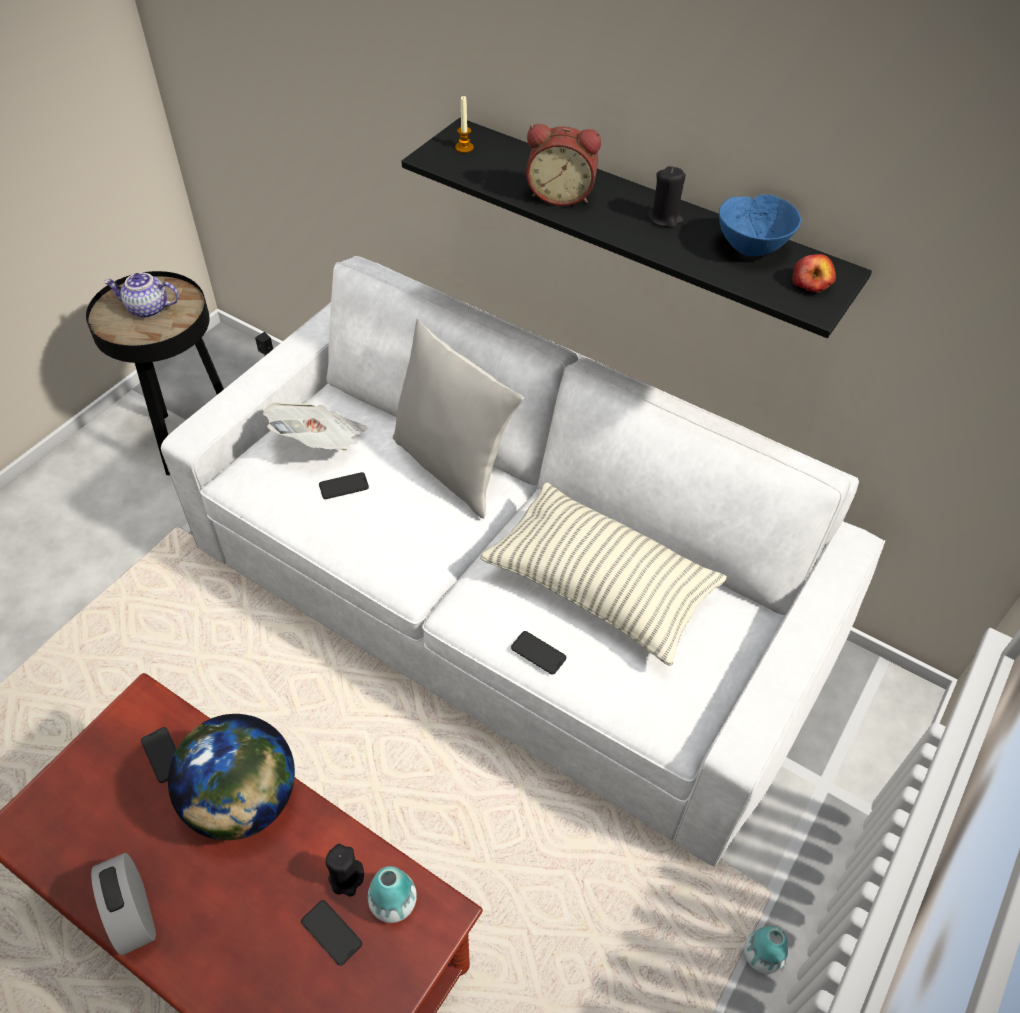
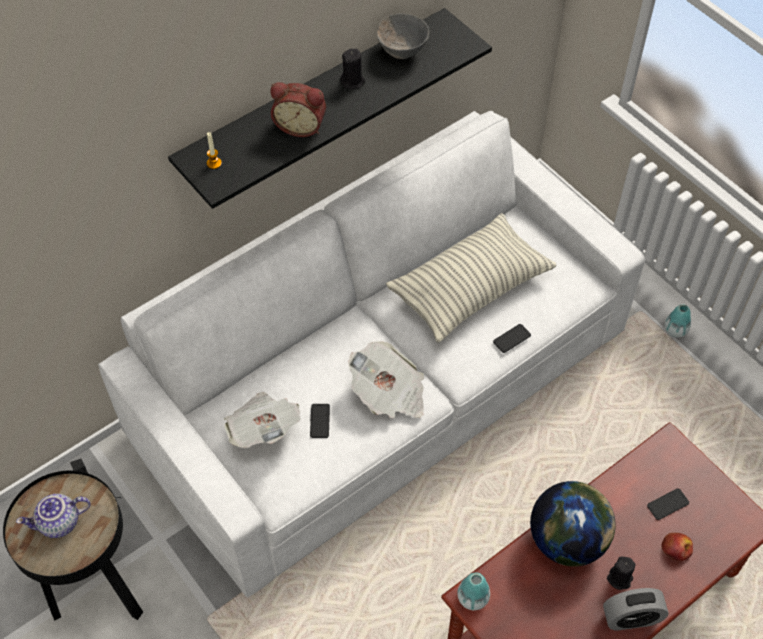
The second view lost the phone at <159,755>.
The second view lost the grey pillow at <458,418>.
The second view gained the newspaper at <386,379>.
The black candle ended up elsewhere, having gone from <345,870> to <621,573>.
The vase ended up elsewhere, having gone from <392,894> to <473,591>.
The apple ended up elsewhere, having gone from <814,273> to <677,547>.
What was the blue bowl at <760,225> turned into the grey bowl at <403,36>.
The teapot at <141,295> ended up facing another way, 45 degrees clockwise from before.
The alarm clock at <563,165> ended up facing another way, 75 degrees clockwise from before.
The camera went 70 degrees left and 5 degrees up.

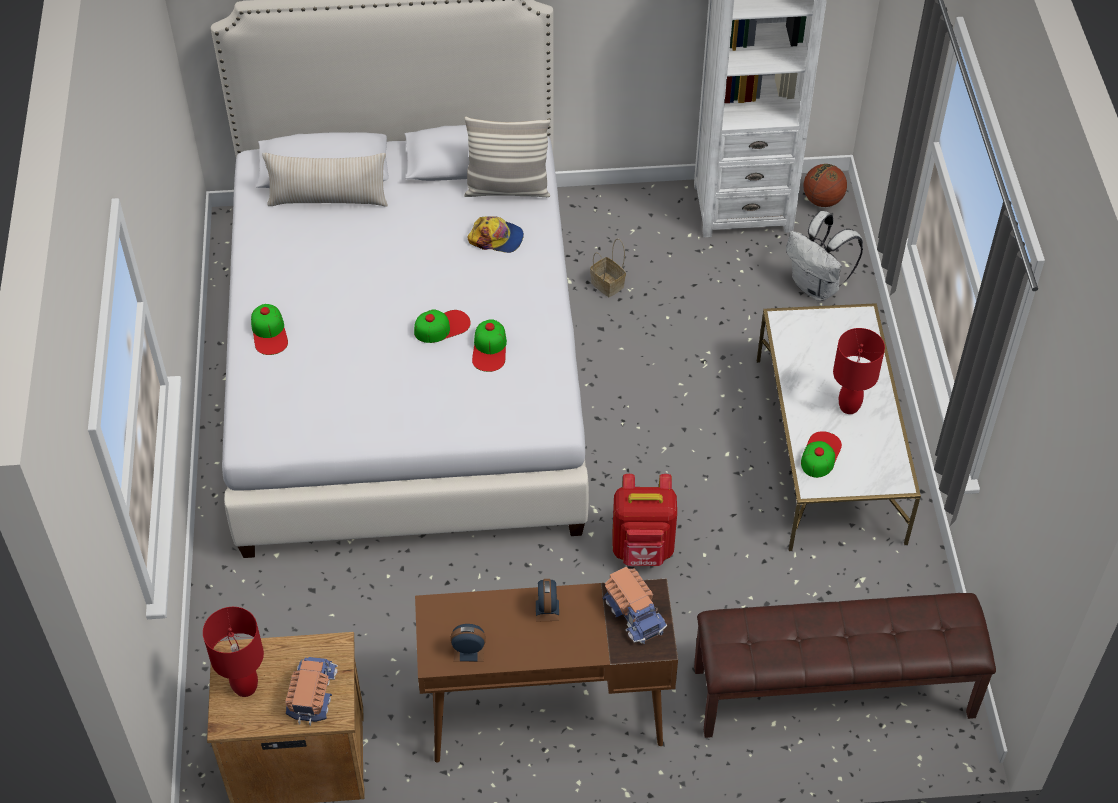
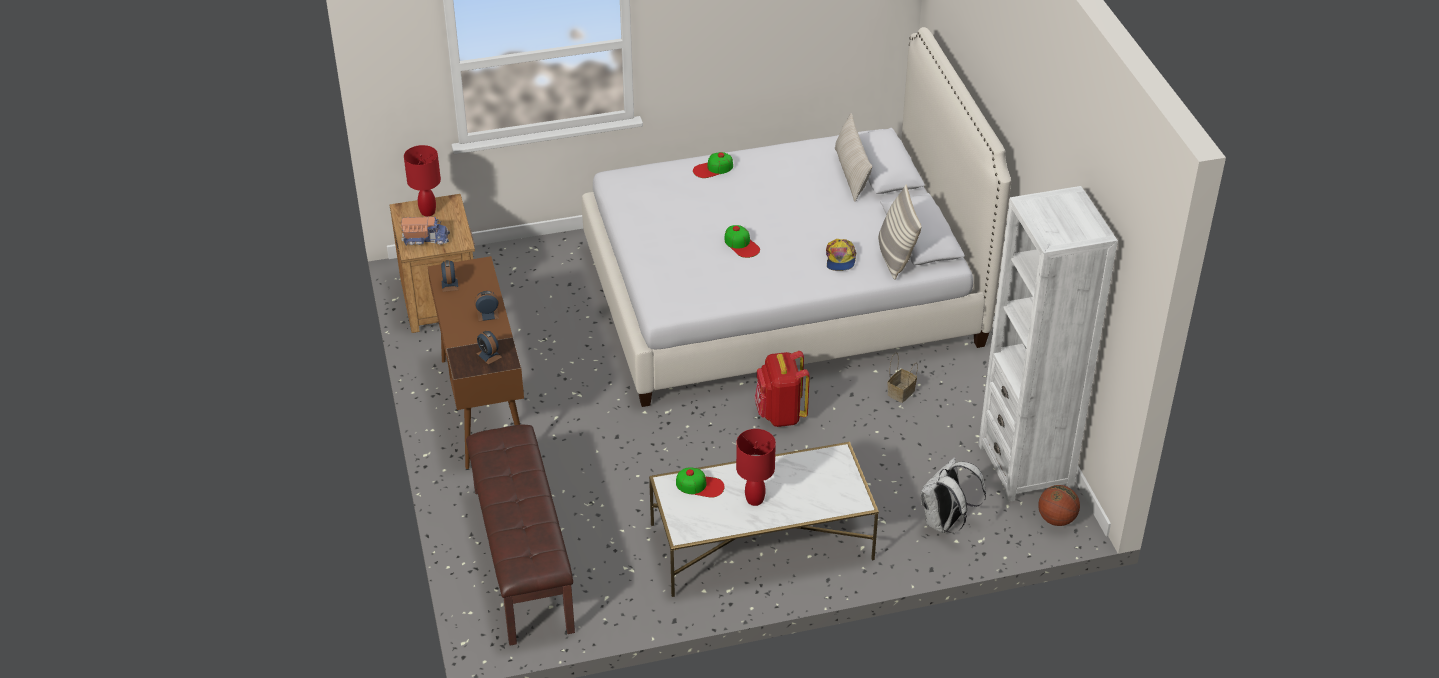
The second view lost the cap at <489,345>.
The red backpack ended up elsewhere, having gone from <644,520> to <782,389>.
Where the toy truck stood at <634,605>, the alarm clock came to stand at <489,348>.
The camera went 80 degrees right and 10 degrees down.

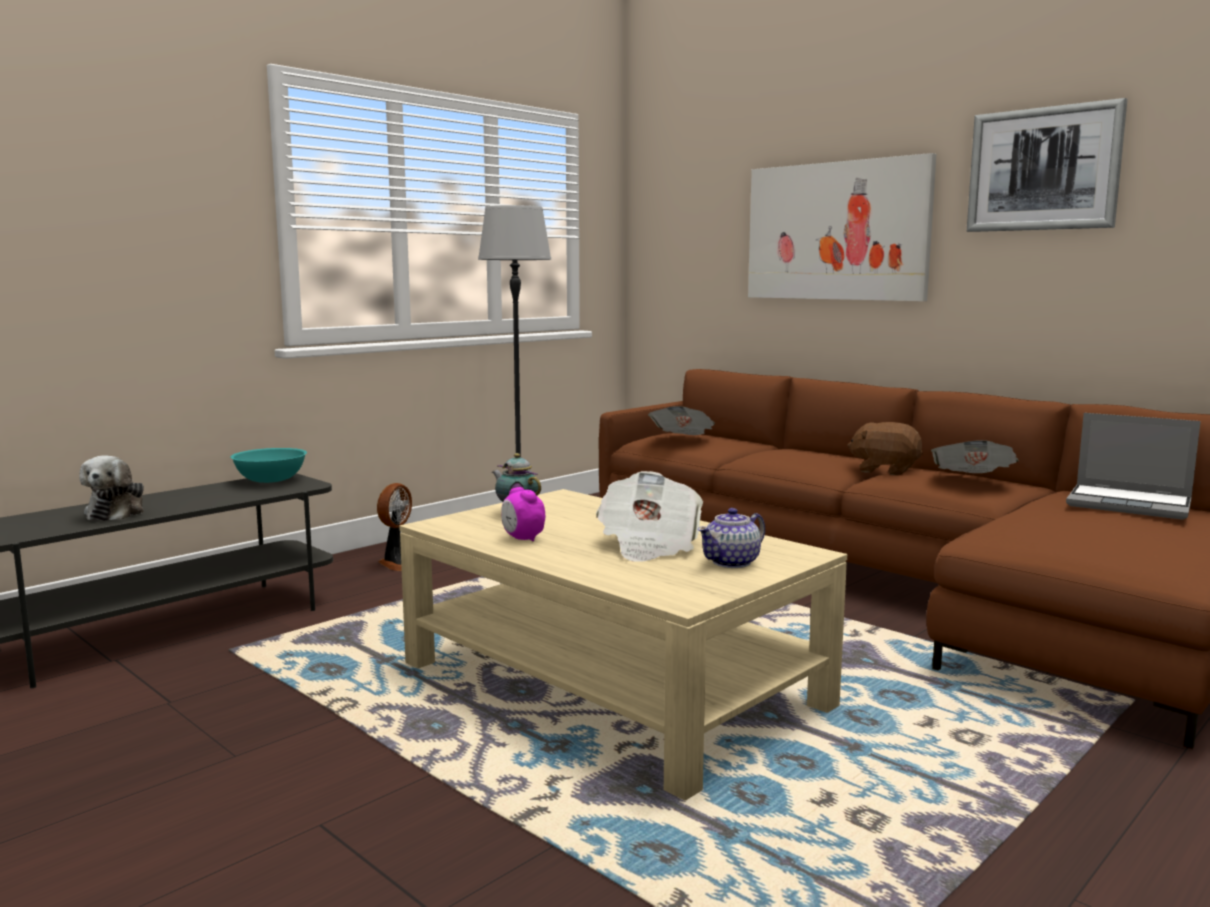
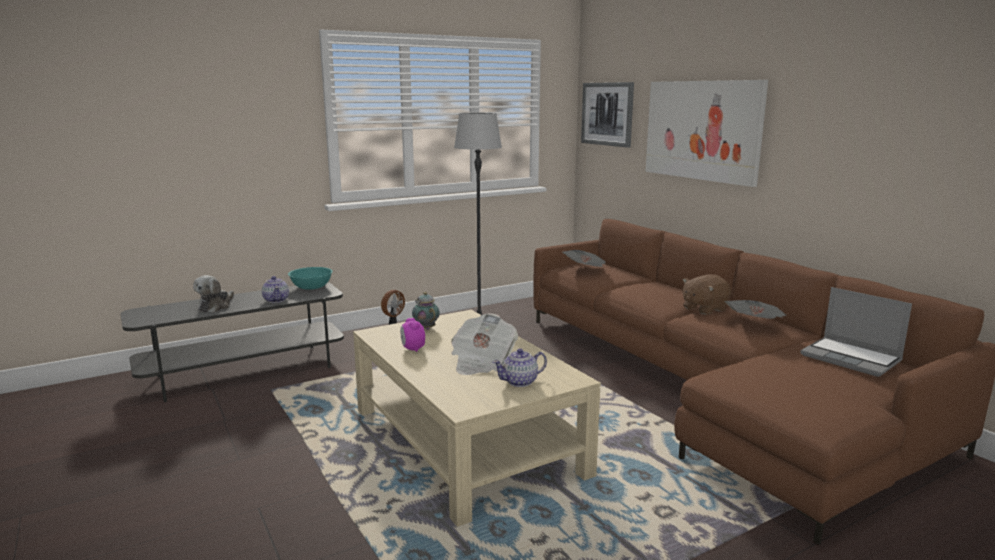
The second view gained the teapot at <275,289>.
The picture ended up elsewhere, having gone from <1047,165> to <607,115>.
The brown plush toy at <885,448> ended up facing another way, 75 degrees counterclockwise from before.
The camera went 15 degrees right and 5 degrees up.

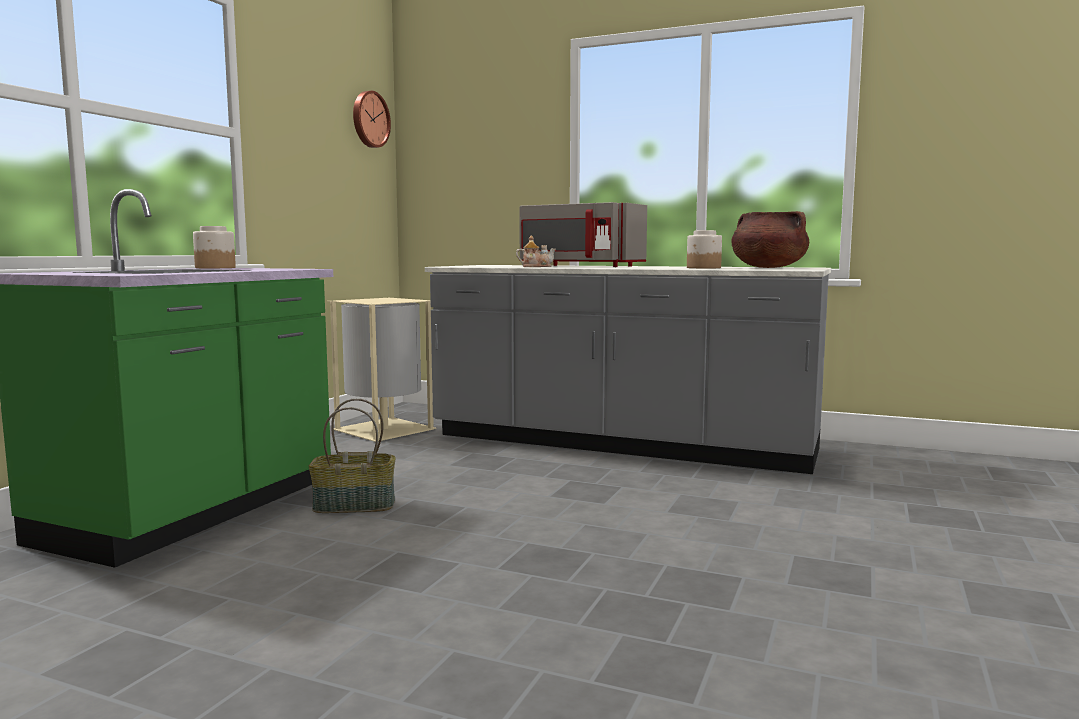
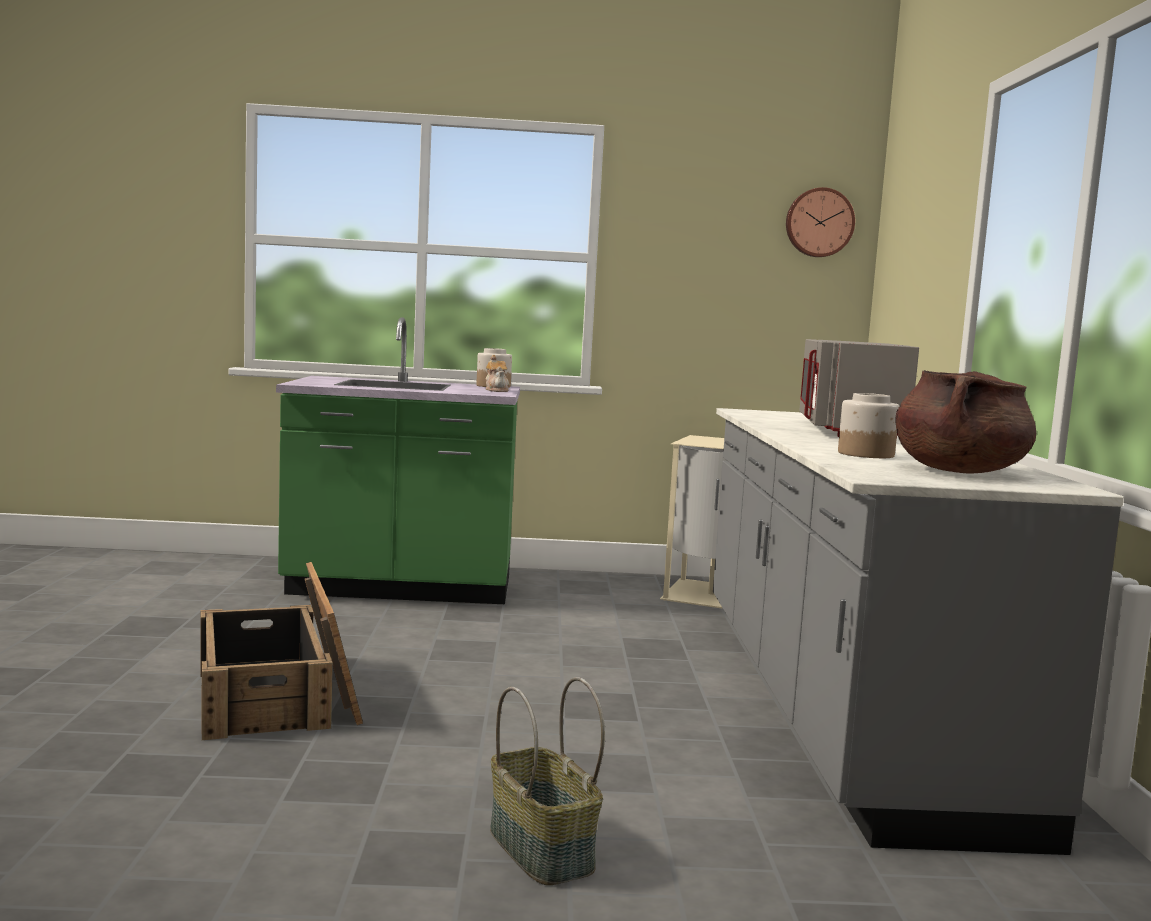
The second view gained the crate at <281,651>.
The basket ended up elsewhere, having gone from <352,455> to <547,781>.
The teapot ended up elsewhere, having gone from <536,251> to <497,373>.
The camera went 65 degrees right and 0 degrees up.

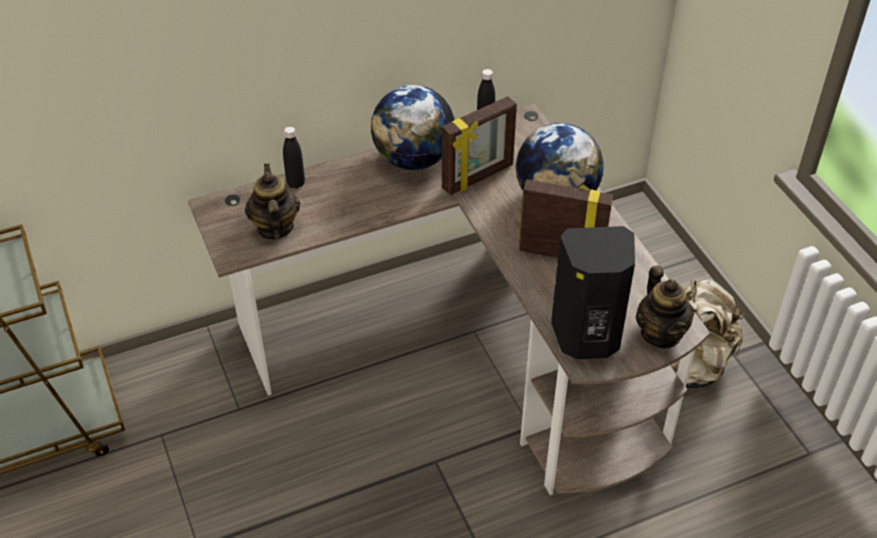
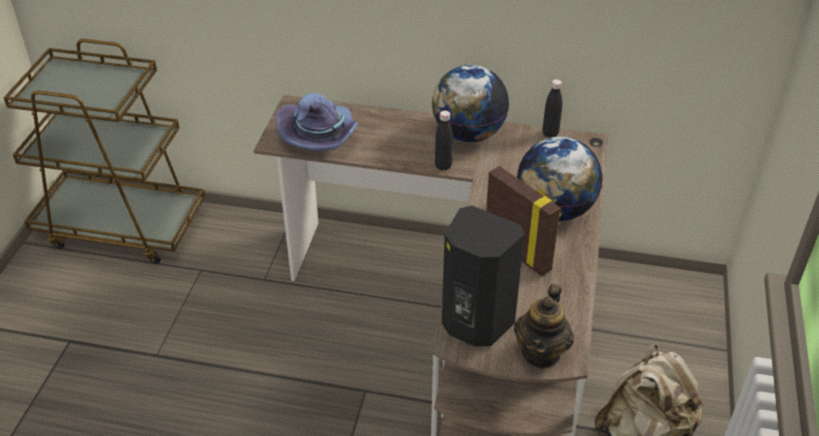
The second view lost the picture frame at <479,145>.
The black bottle ended up elsewhere, having gone from <294,158> to <444,140>.
Where the teapot stood at <272,202>, the purple hat came to stand at <317,122>.
The camera went 35 degrees right and 5 degrees down.

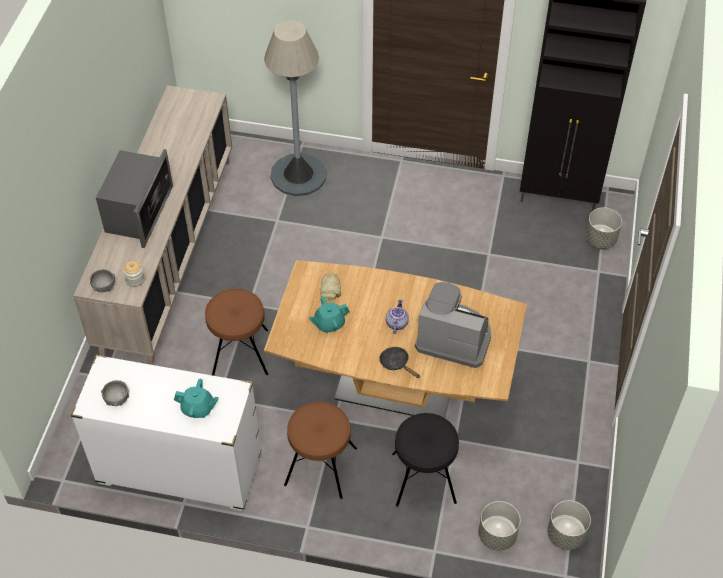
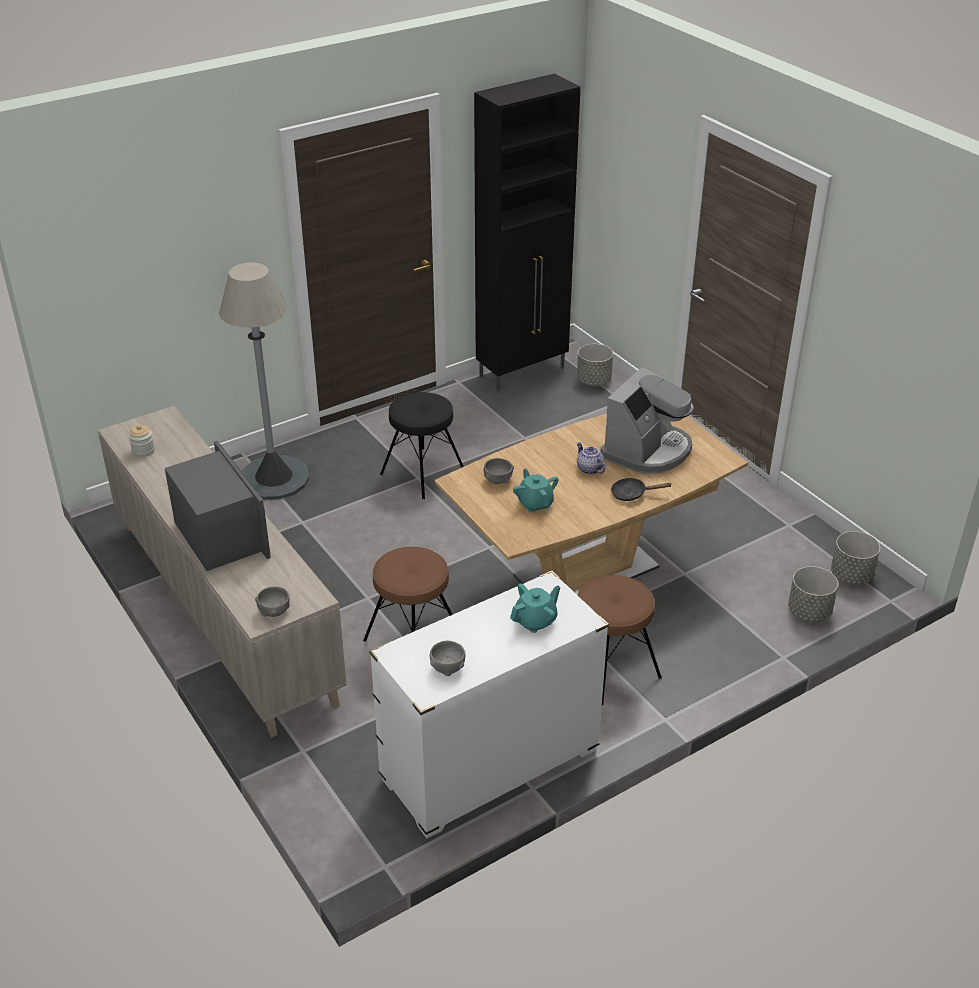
The jar ended up elsewhere, having gone from <134,273> to <141,441>.
The black stool ended up elsewhere, having gone from <425,460> to <422,445>.
Where the bread stood at <330,286>, the grey bowl came to stand at <499,471>.
The turquoise teapot at <329,315> ended up facing another way, 135 degrees clockwise from before.
The coffee machine at <453,325> ended up facing another way, 150 degrees clockwise from before.
The camera went 45 degrees left and 15 degrees down.

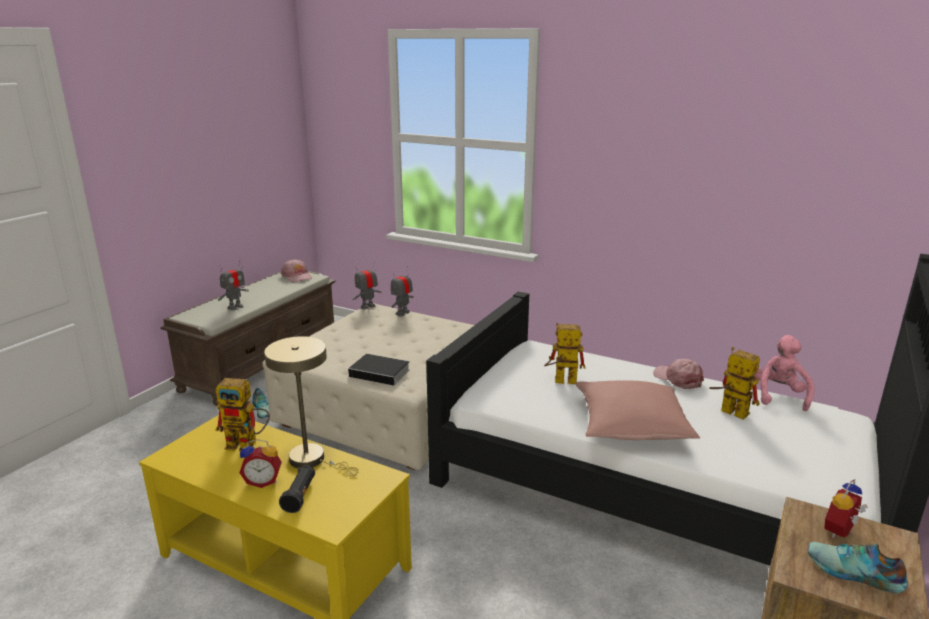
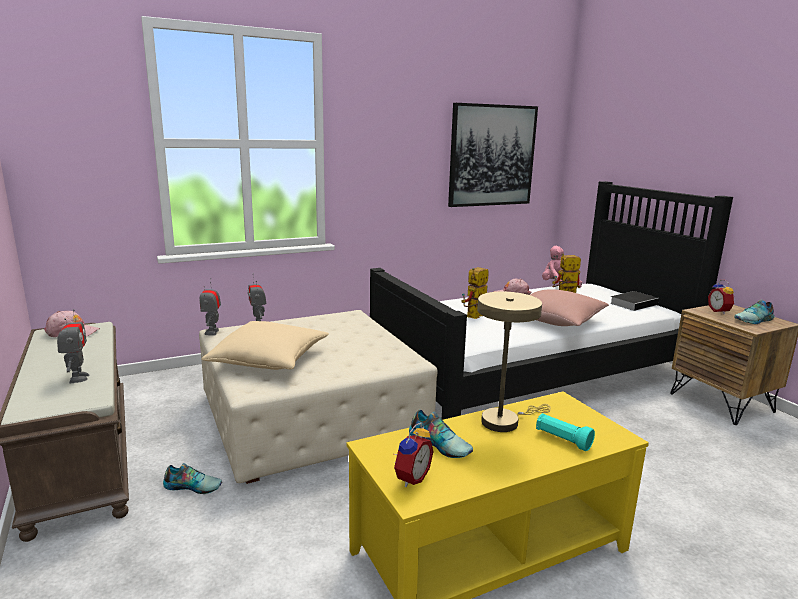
The second view gained the beige pillow at <265,345>.
The second view gained the picture at <493,155>.
The alarm clock ended up elsewhere, having gone from <260,463> to <414,455>.
The book ended up elsewhere, having gone from <379,370> to <634,301>.
Where the toy robot stood at <242,414>, the shoe came to stand at <441,434>.
What was the black flashlight at <297,489> turned into the turquoise flashlight at <565,432>.
The camera went 55 degrees left and 5 degrees down.

